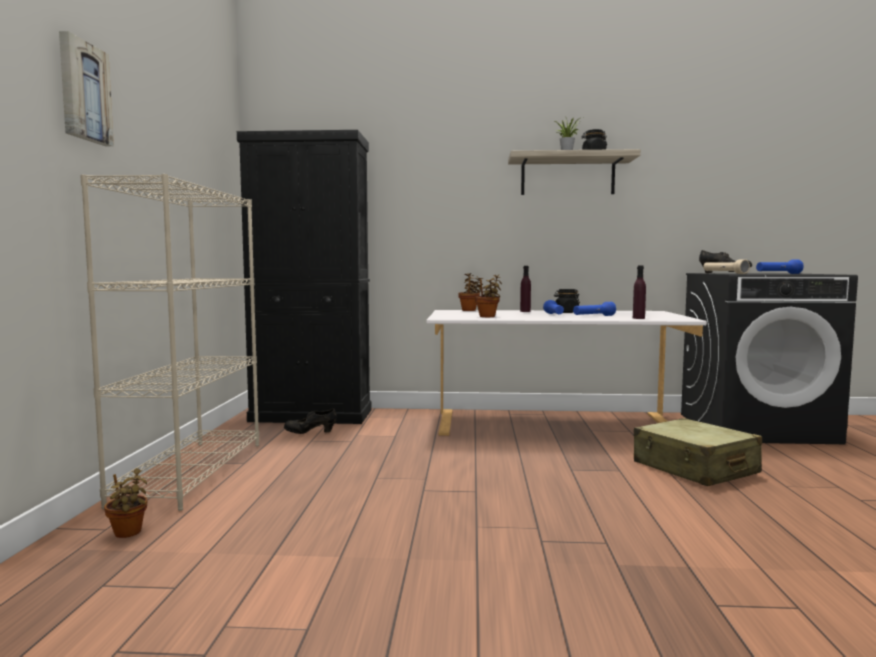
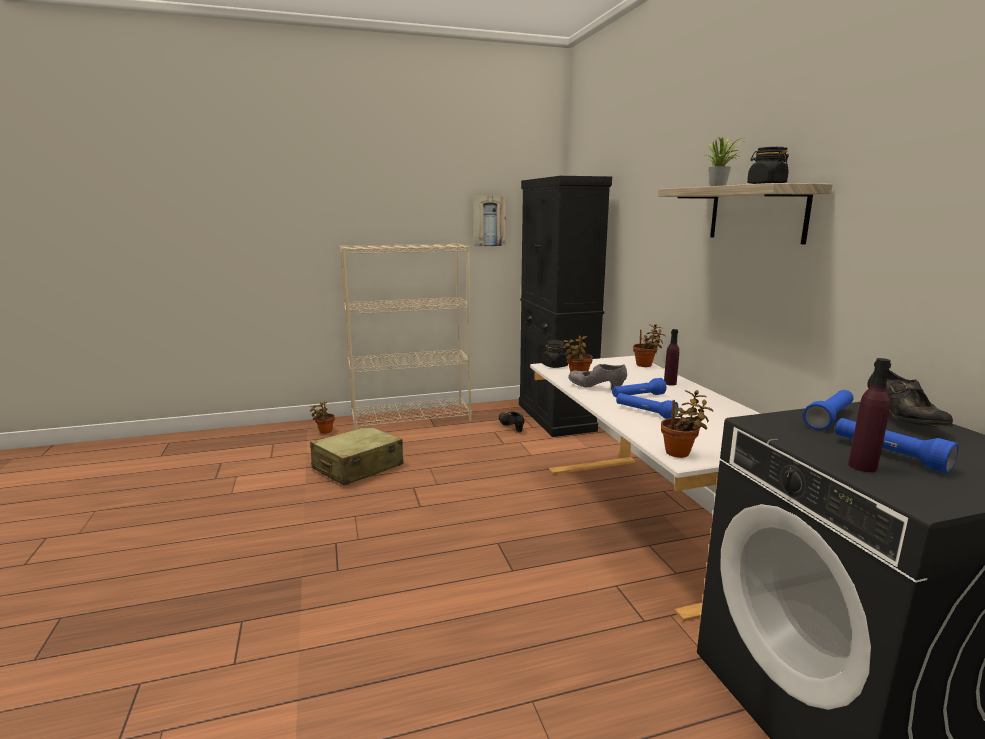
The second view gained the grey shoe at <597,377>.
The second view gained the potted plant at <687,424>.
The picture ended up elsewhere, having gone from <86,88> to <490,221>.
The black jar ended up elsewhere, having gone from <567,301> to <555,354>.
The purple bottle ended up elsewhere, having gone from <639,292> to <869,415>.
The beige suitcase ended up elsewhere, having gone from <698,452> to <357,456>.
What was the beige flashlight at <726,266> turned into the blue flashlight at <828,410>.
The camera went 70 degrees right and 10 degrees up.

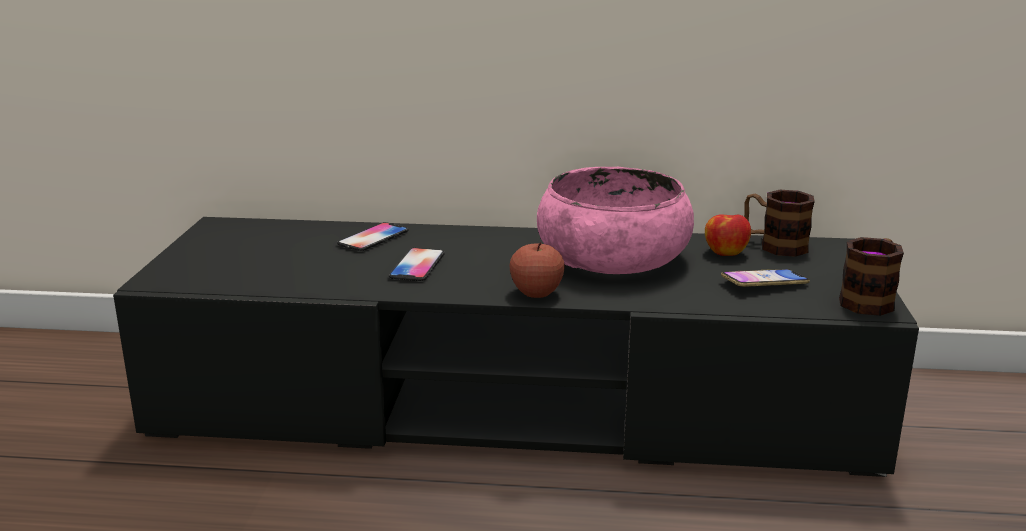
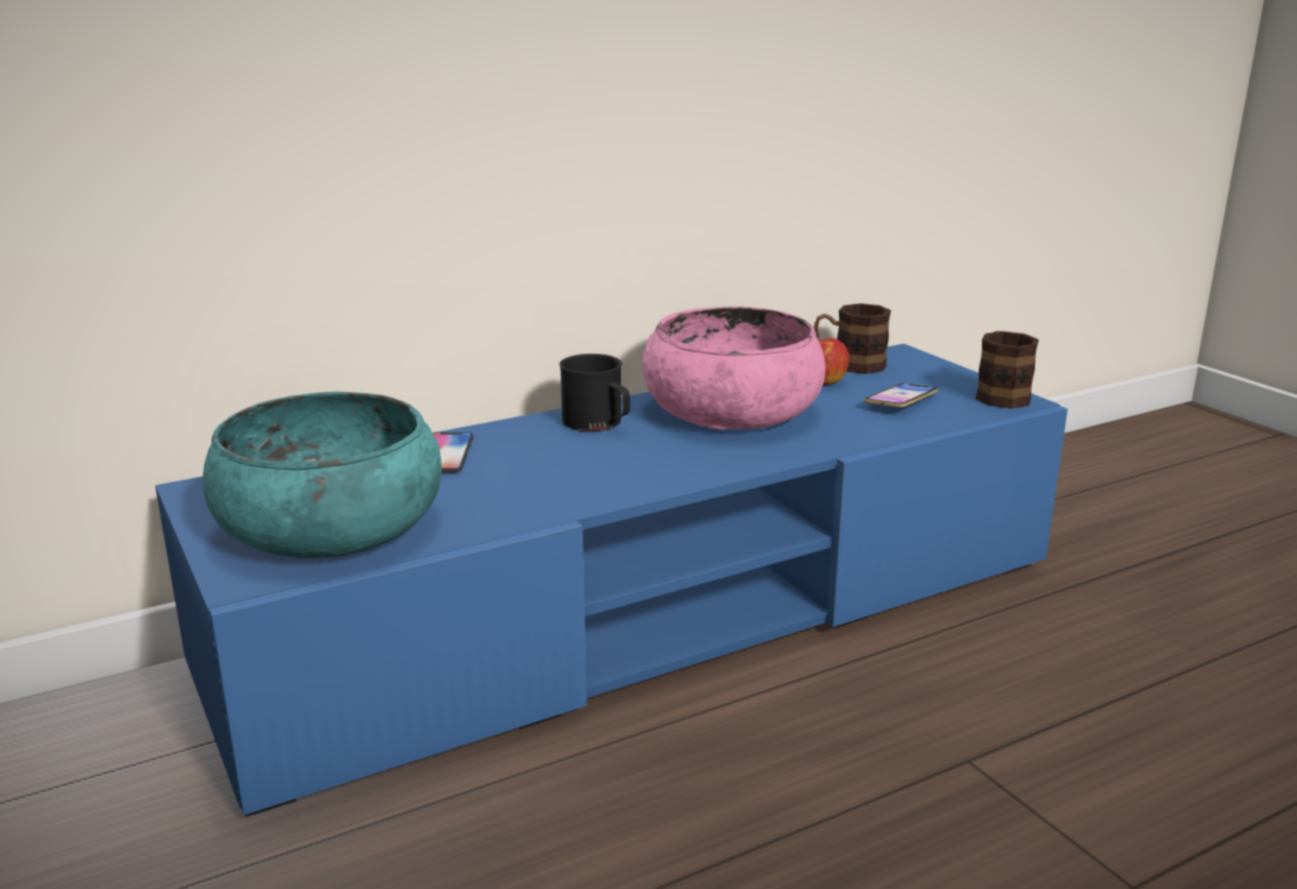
The second view lost the phone at <417,264>.
The second view lost the apple at <537,270>.
The second view gained the turquoise bowl at <322,474>.
The second view gained the black mug at <594,392>.
What was the black tv stand at <516,347> turned into the blue tv stand at <611,580>.
The camera went 35 degrees left and 0 degrees up.

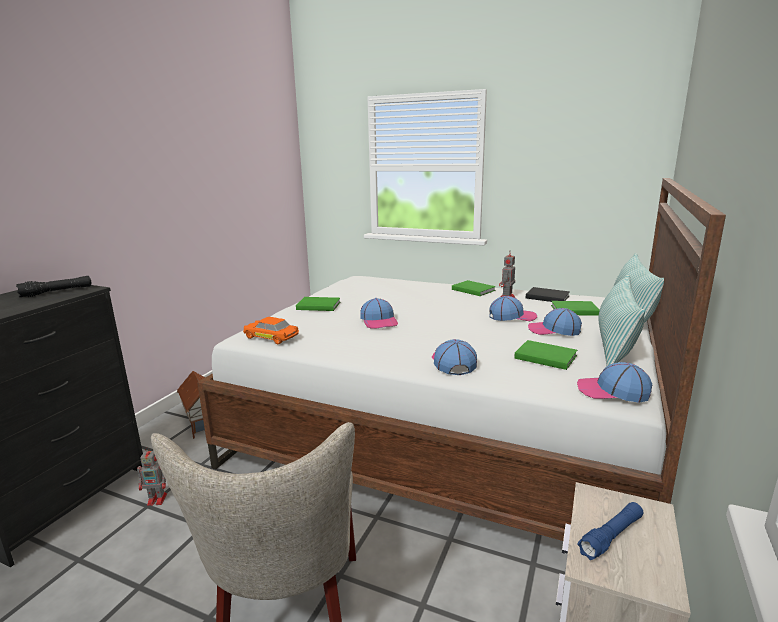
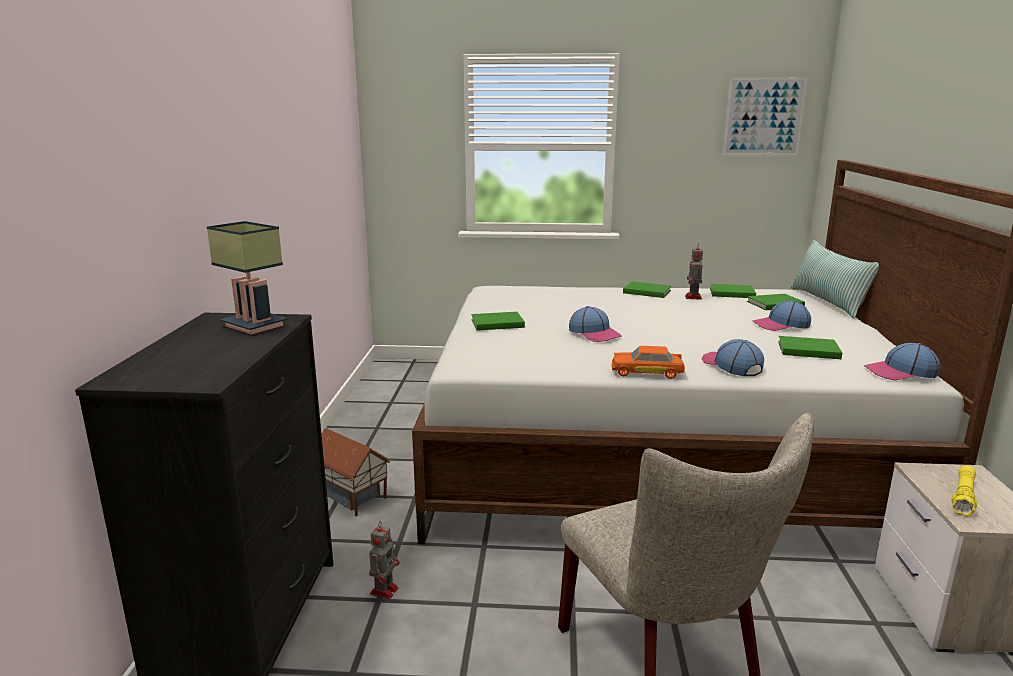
The second view lost the cap at <513,308>.
The second view lost the pillow at <621,320>.
The second view gained the picture at <765,116>.
The orange toy car ended up elsewhere, having gone from <271,330> to <648,362>.
Where the black flashlight stood at <53,286>, the table lamp came to stand at <247,278>.
What was the black book at <548,294> turned into the green book at <733,291>.
What was the blue flashlight at <610,531> turned into the yellow flashlight at <964,490>.
The toy robot at <152,476> ended up facing another way, 45 degrees counterclockwise from before.
The camera went 20 degrees left and 0 degrees up.

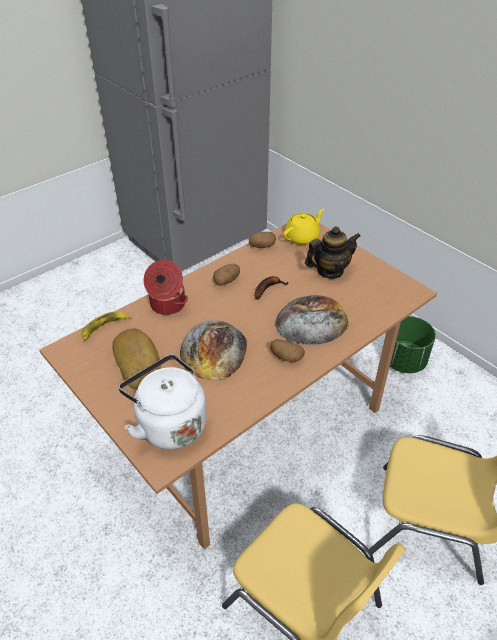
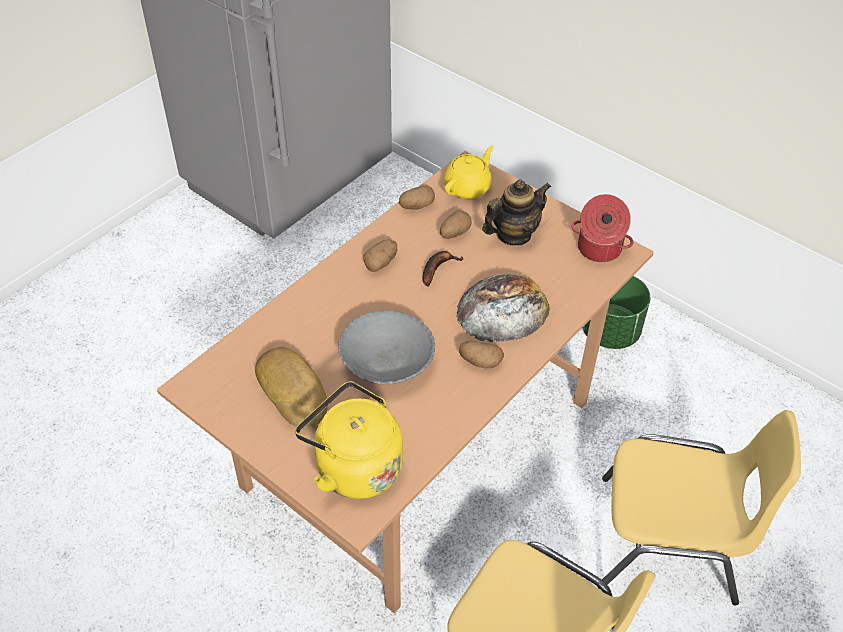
The second view lost the banana at <106,326>.
The second view gained the potato at <456,224>.
The cooking pot ended up elsewhere, having gone from <166,287> to <603,228>.
Where the bread stood at <213,350>, the grey bowl came to stand at <386,347>.
What was the white kettle at <163,401> turned into the yellow kettle at <349,440>.
The camera went 10 degrees left and 5 degrees up.

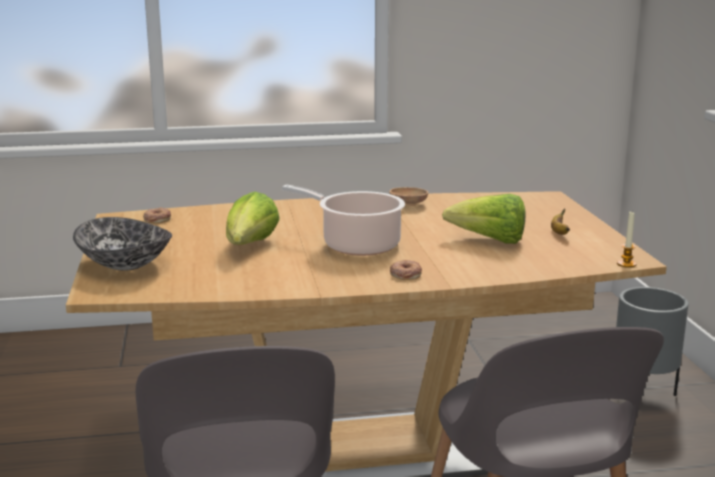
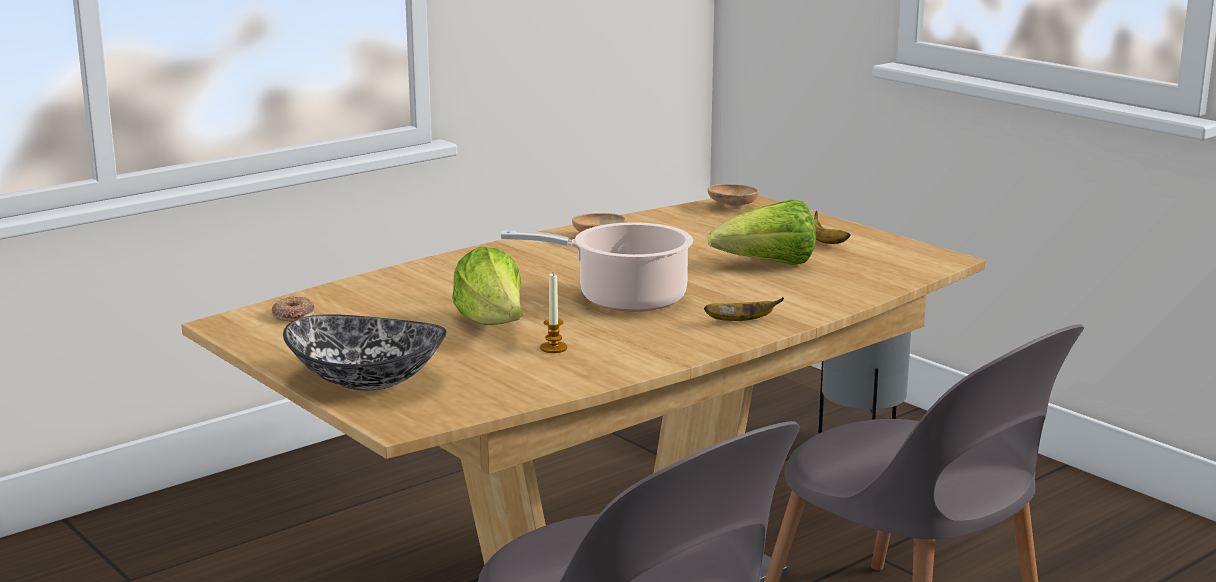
The second view gained the brown bowl at <733,196>.
The candle ended up elsewhere, having gone from <626,240> to <553,313>.
Where the donut stood at <406,270>, the banana came to stand at <744,309>.
The camera went 30 degrees left and 0 degrees up.

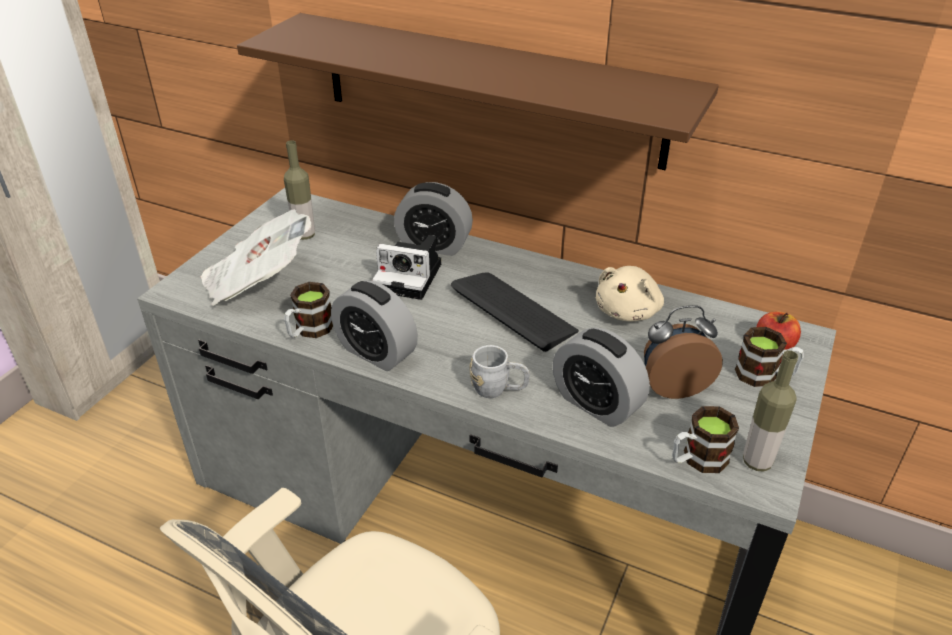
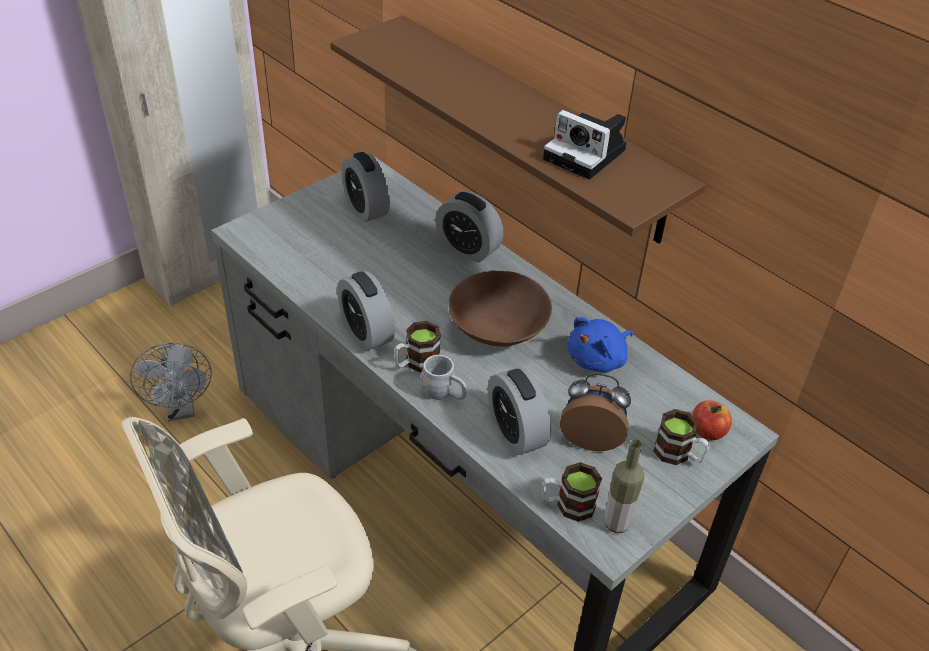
The second view lost the newspaper at <256,257>.
The second view gained the grey fan at <171,382>.
The mug ended up elsewhere, having gone from <308,310> to <417,346>.
The photo camera ended up elsewhere, having gone from <406,267> to <585,145>.
Where the bottle stood at <299,190>, the alarm clock came to stand at <365,187>.
Where the keyboard stood at <515,312>, the brown bowl came to stand at <500,308>.
What was the beige plush toy at <630,293> turned into the blue plush toy at <600,344>.
The camera went 20 degrees right and 5 degrees up.

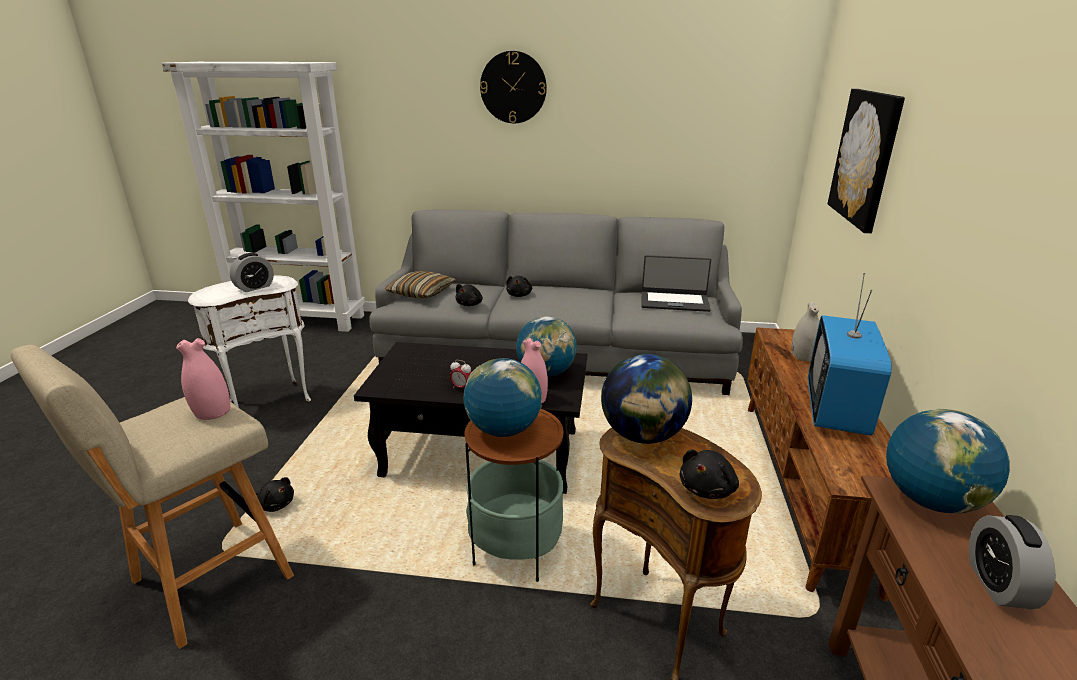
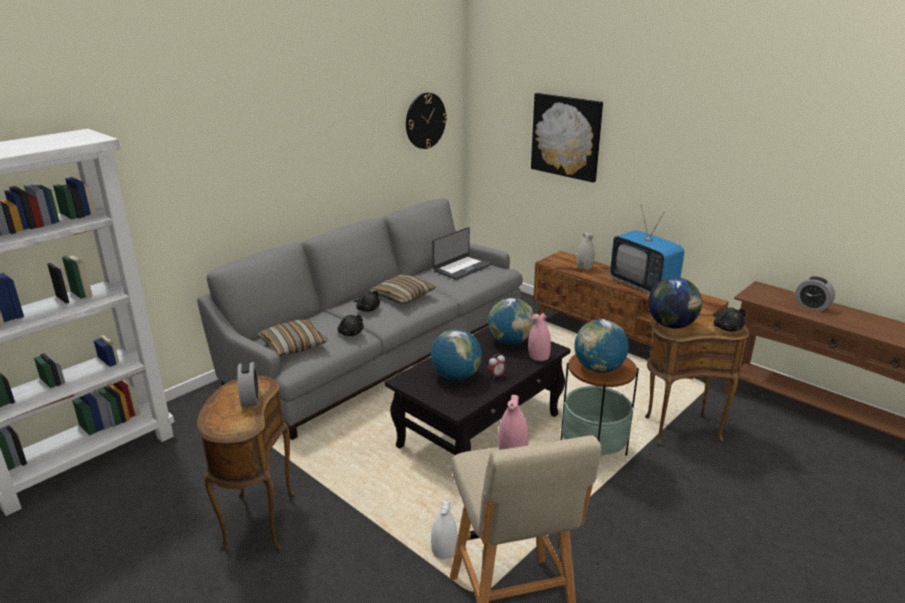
The second view gained the pillow at <403,289>.
The wall clock ended up elsewhere, having gone from <513,87> to <426,121>.
The globe ended up elsewhere, having gone from <948,461> to <456,355>.
Where the black plush toy stood at <274,494>, the white vase came to stand at <444,530>.
What was the white side table at <249,342> turned into the brown side table at <246,463>.
The camera went 55 degrees left and 0 degrees up.

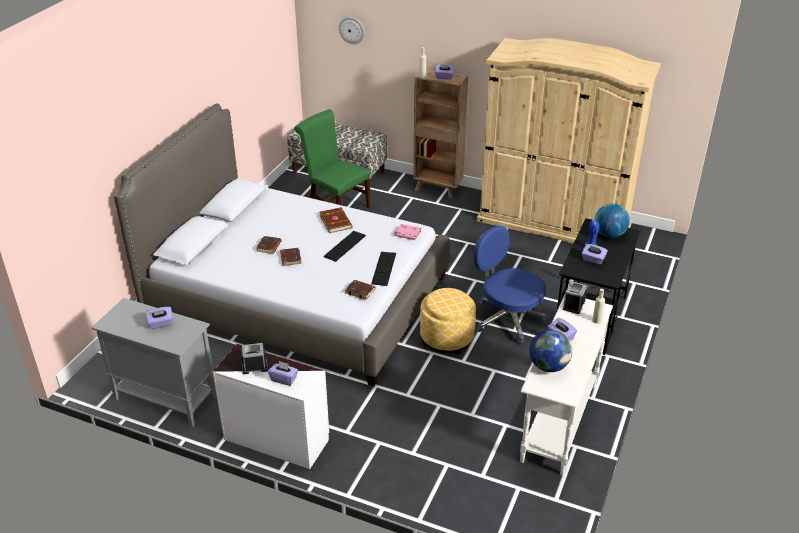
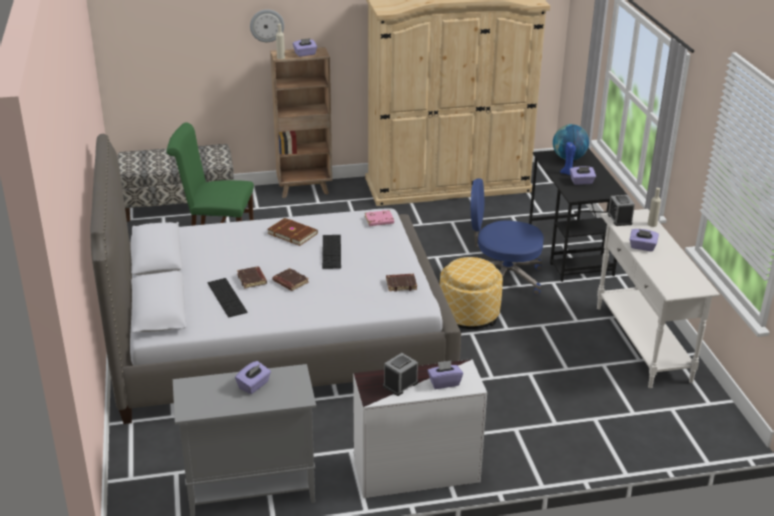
The second view lost the globe at <550,351>.
The wall clock ended up elsewhere, having gone from <352,30> to <267,25>.
The keyboard ended up elsewhere, having gone from <383,269> to <227,298>.
The camera went 35 degrees left and 5 degrees down.

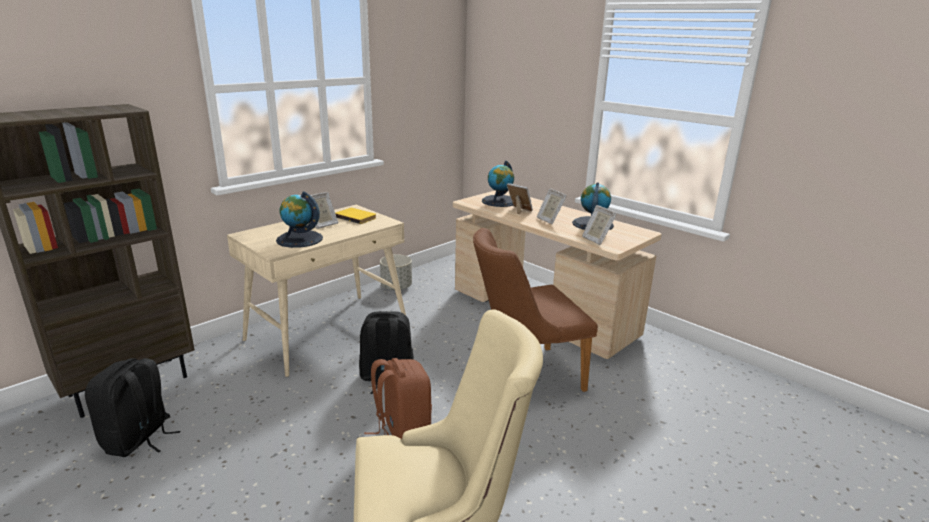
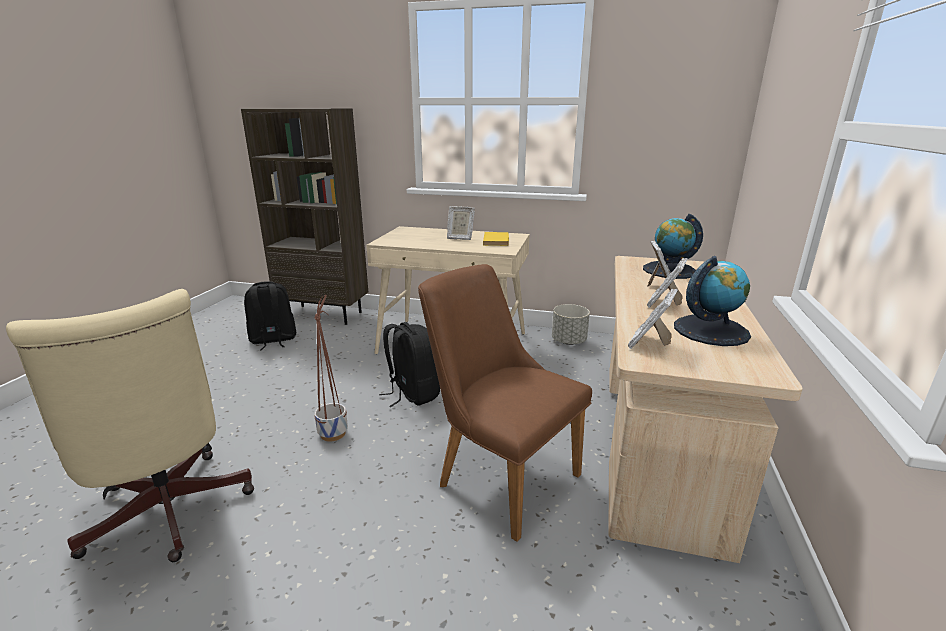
The second view lost the globe at <299,219>.
Where the brown backpack stood at <398,398>, the planter came to stand at <331,368>.
The camera went 60 degrees right and 0 degrees up.

